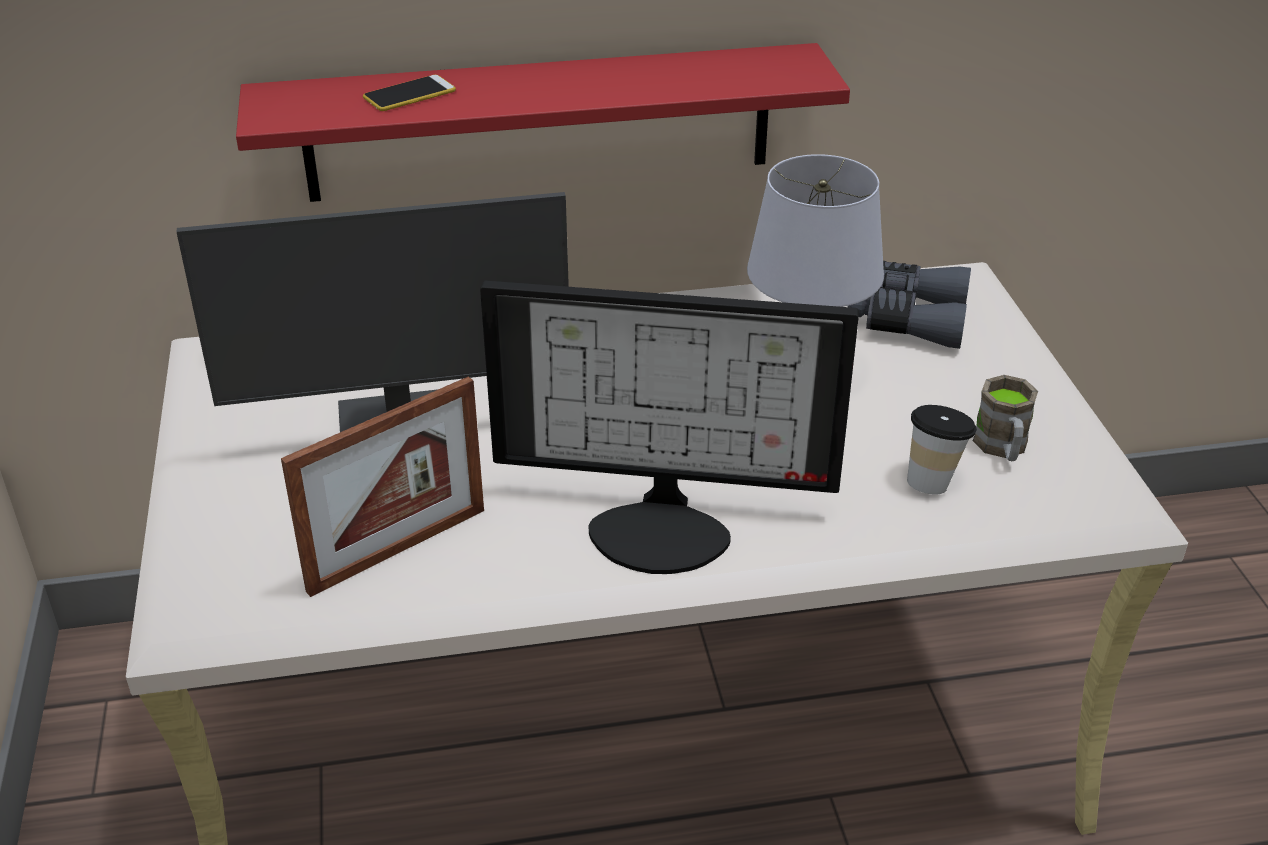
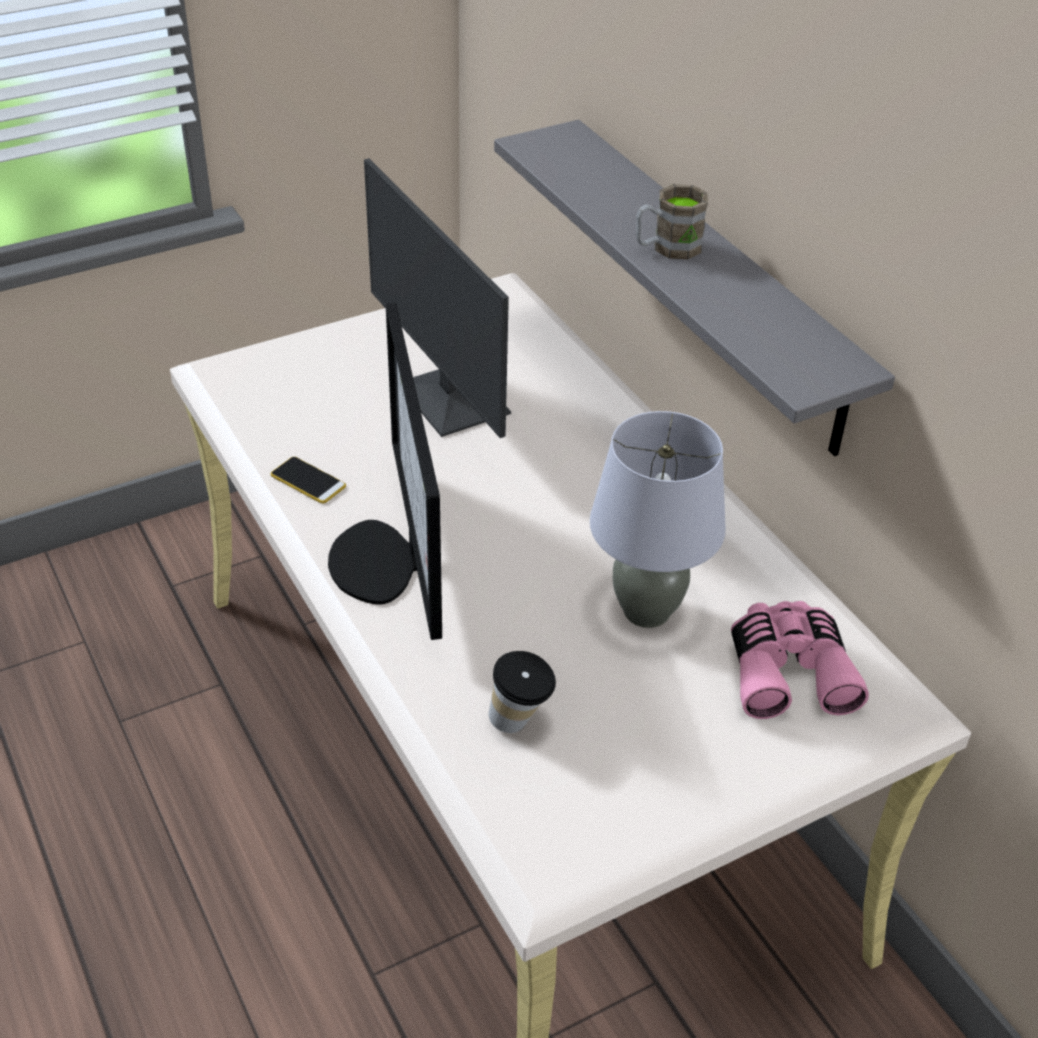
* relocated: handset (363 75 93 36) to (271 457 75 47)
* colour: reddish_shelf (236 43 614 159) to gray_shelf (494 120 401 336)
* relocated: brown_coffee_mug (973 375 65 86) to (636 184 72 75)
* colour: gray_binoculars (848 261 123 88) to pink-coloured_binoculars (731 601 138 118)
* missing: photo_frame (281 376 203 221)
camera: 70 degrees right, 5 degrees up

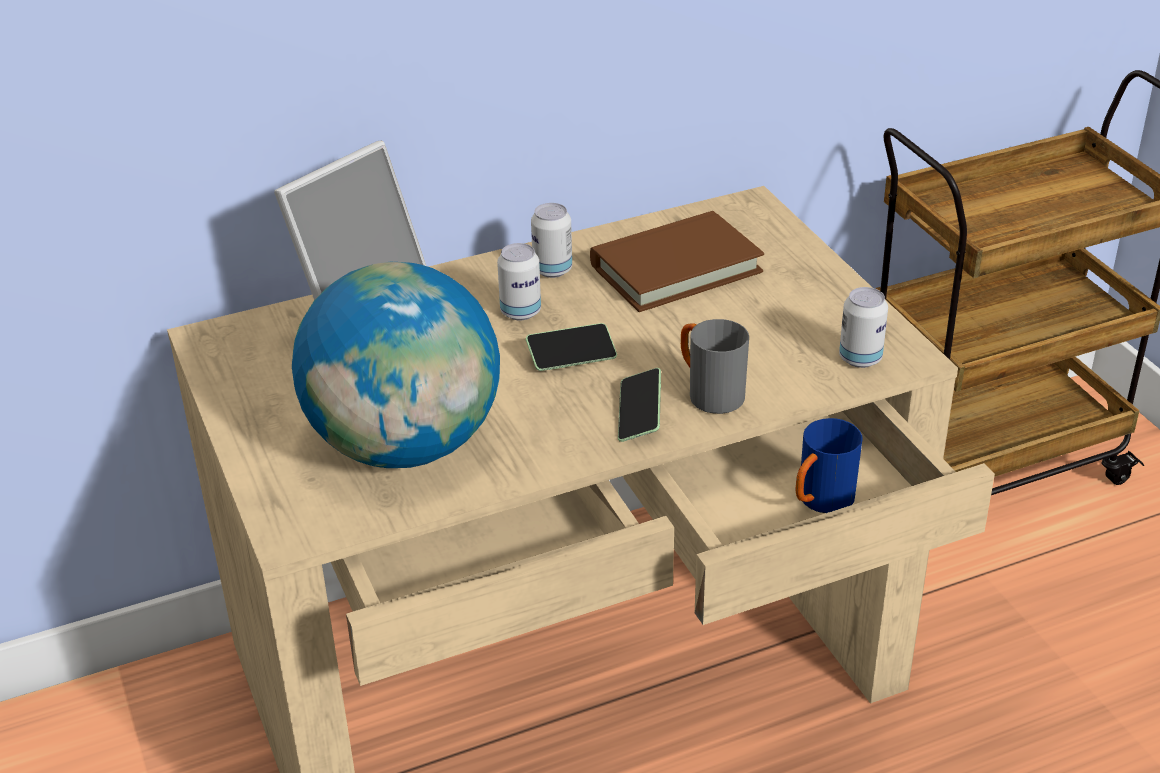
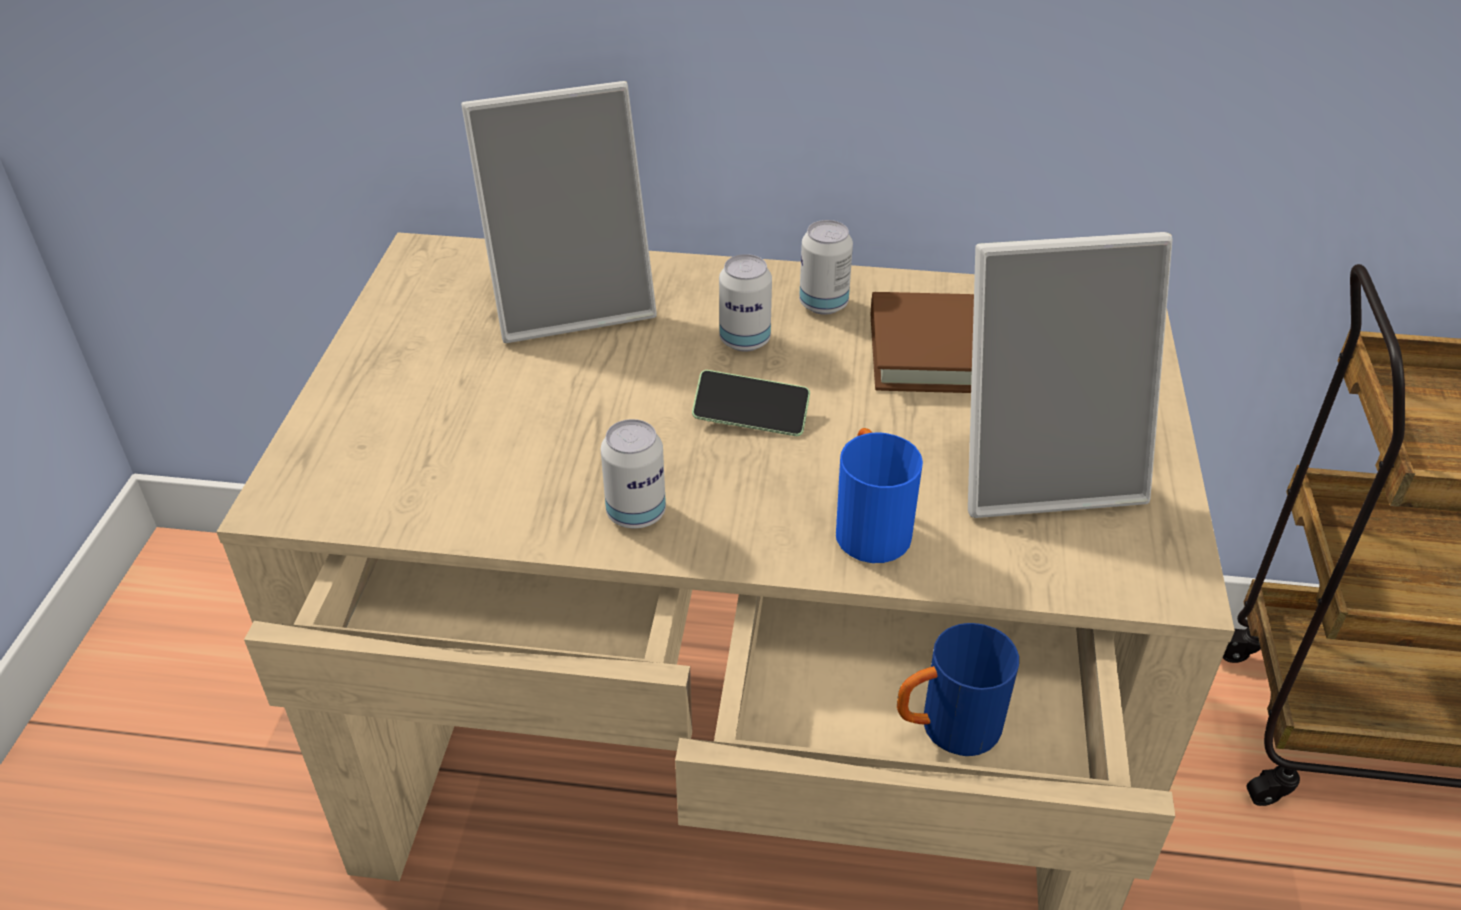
* relocated: sealed_can (839 287 49 81) to (601 419 65 109)
* colour: gray_coffee_mug (681 319 68 95) to blue-coloured_coffee_mug (836 428 87 135)
* appeared: photo_frame (968 232 205 286)
* missing: desk_globe (292 262 208 206)
* missing: handset (618 368 43 74)
camera: 30 degrees right, 5 degrees up

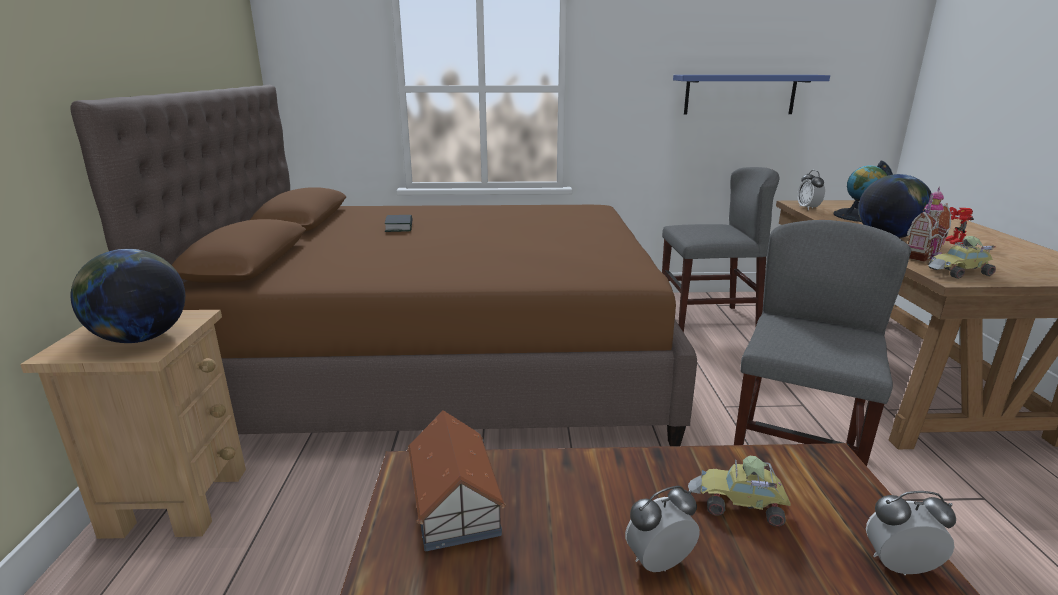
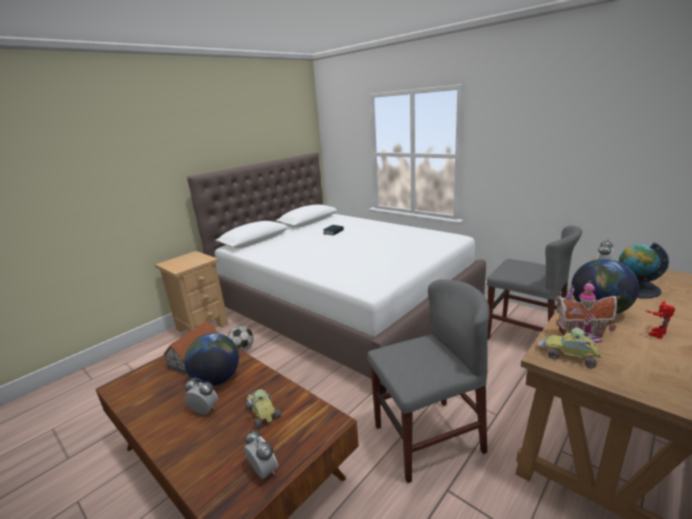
* relocated: desk_globe (70 249 115 94) to (184 333 55 53)
* colour: brown_sleeping_bed (70 85 627 361) to white-coloured_sleeping_bed (187 152 299 243)
* appeared: ball_for_football (228 325 25 26)
* missing: blue-coloured_shelf (673 75 157 40)
camera: 45 degrees right, 0 degrees up

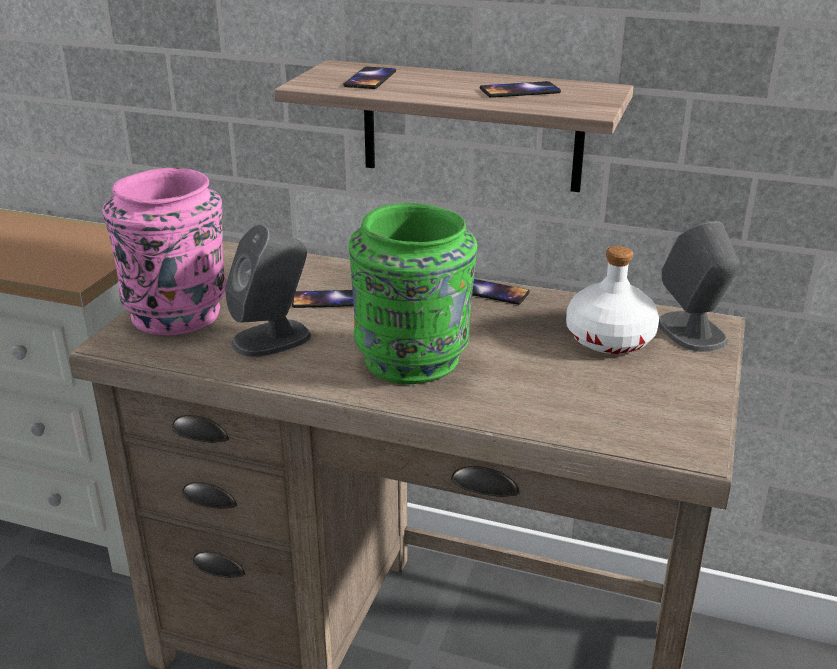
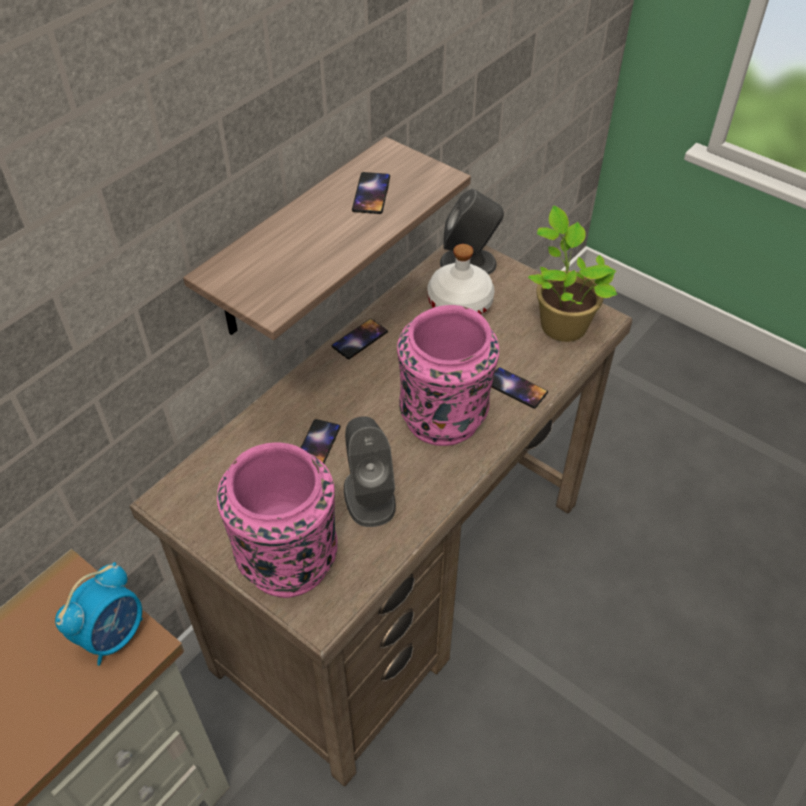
* appeared: table_clock (55 562 88 104)
* colour: green-coloured_flower_vase (349 203 128 181) to pink-coloured_flower_vase (397 305 102 141)
* relocated: handset (343 67 53 22) to (491 367 57 41)
* appeared: plant_in_a_pot (528 206 89 136)
camera: 70 degrees left, 20 degrees up

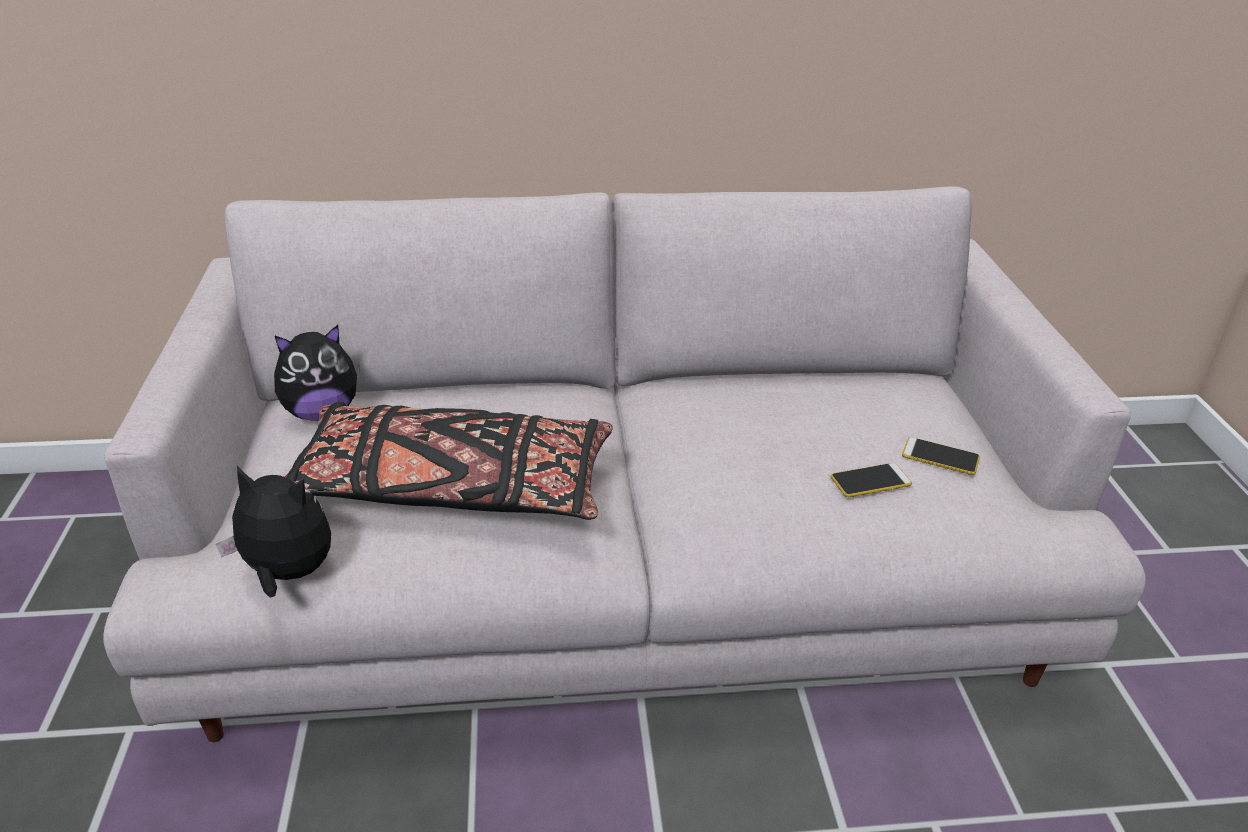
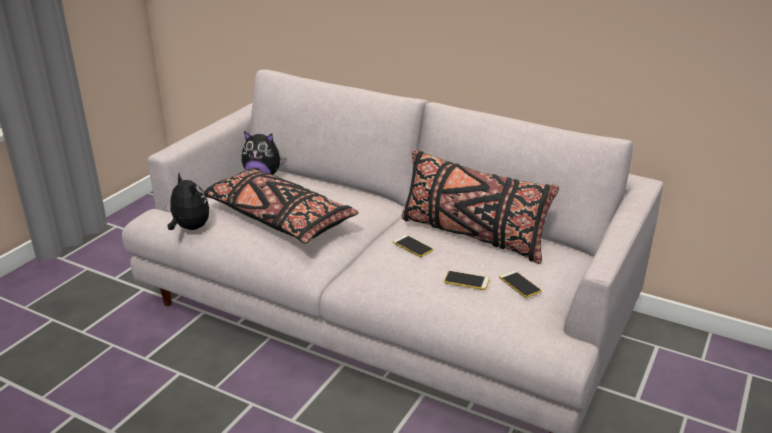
* appeared: handset (393 235 40 22)
* appeared: blackish_pillow (401 149 158 115)
camera: 35 degrees right, 5 degrees down

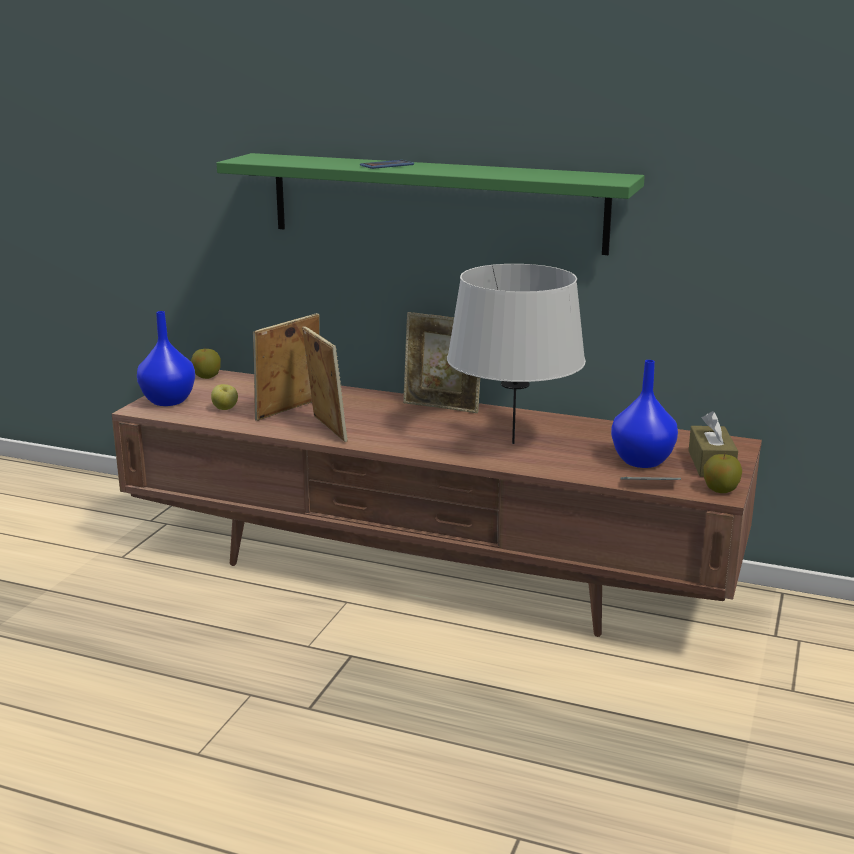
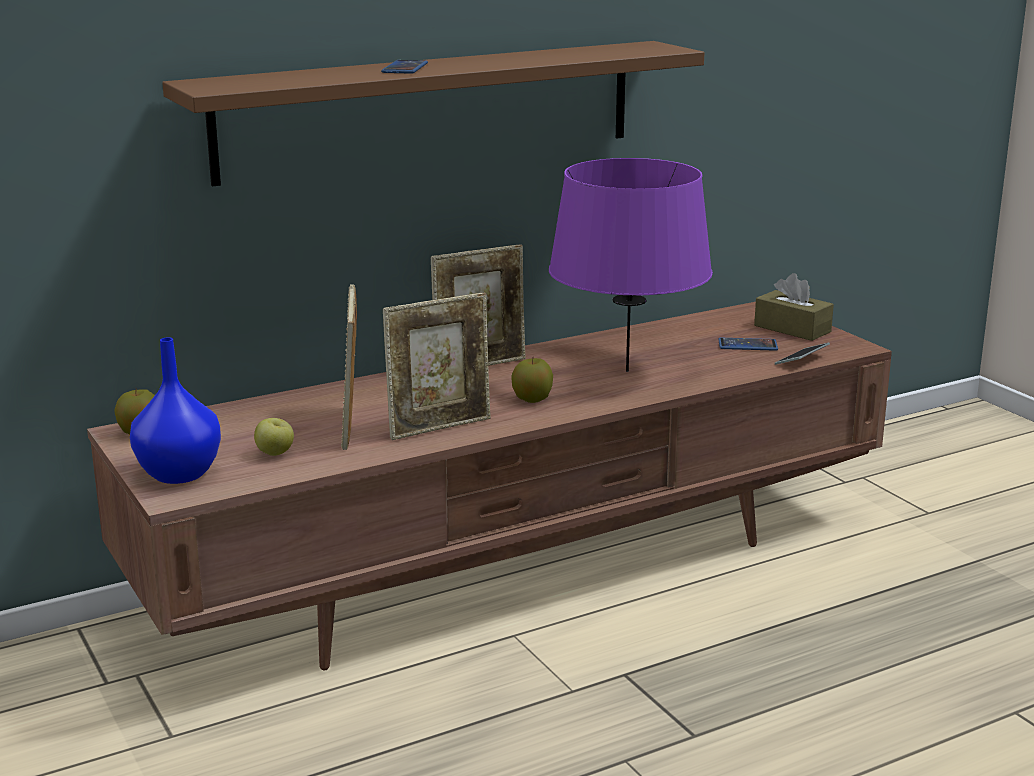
* colour: green-coloured_shelf (216 153 429 102) to brown_shelf (162 41 542 145)
* spun: photo_frame (302 326 46 116) = (383 293 107 147) 135 degrees clockwise
* relocated: whole_apple (703 454 39 39) to (511 357 42 46)
* colour: gray_tabletop_lamp (447 264 139 180) to purple_tabletop_lamp (549 158 164 214)
* exchanged: blue-coloured_flower_vase (611 360 67 108) to handset (718 338 60 13)
camera: 50 degrees left, 0 degrees up

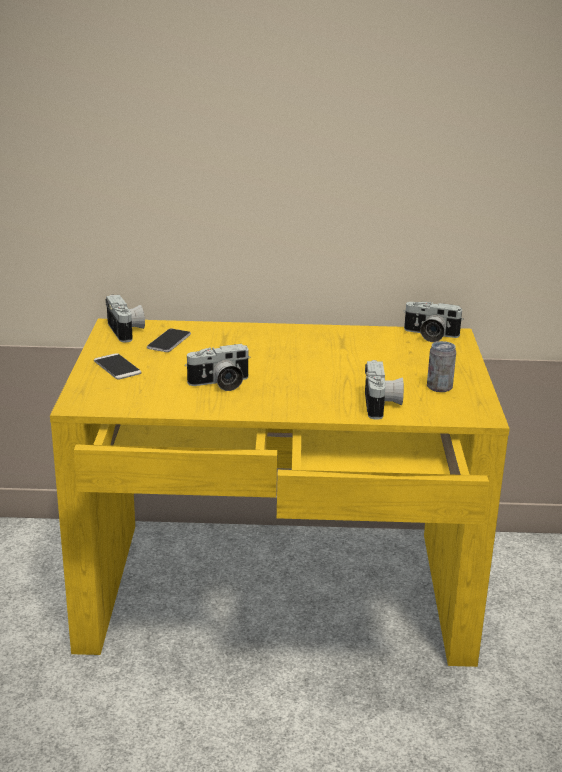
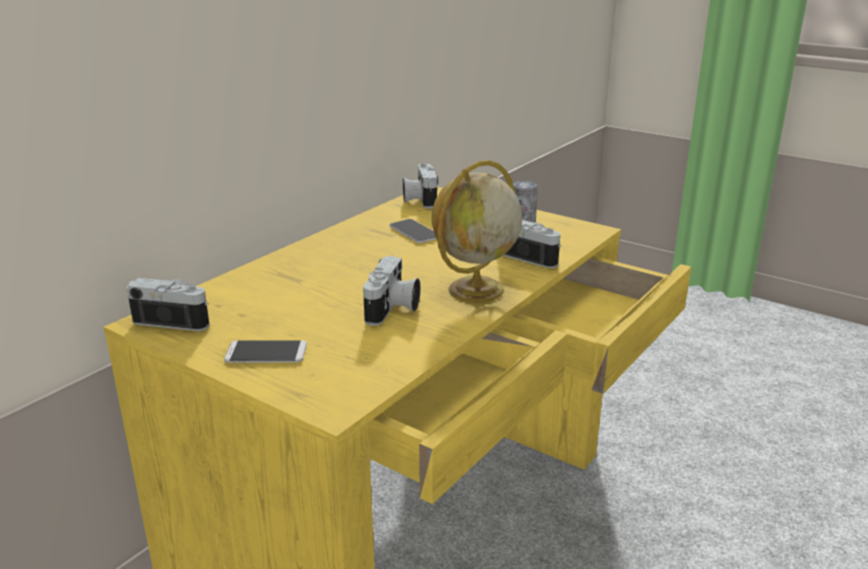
* relocated: handset (147 329 44 23) to (389 219 47 24)
* spun: photo_camera (403 302 61 40) = (403 164 35 44) 120 degrees clockwise
* appeared: desk_globe (432 160 90 142)
camera: 55 degrees left, 0 degrees up

